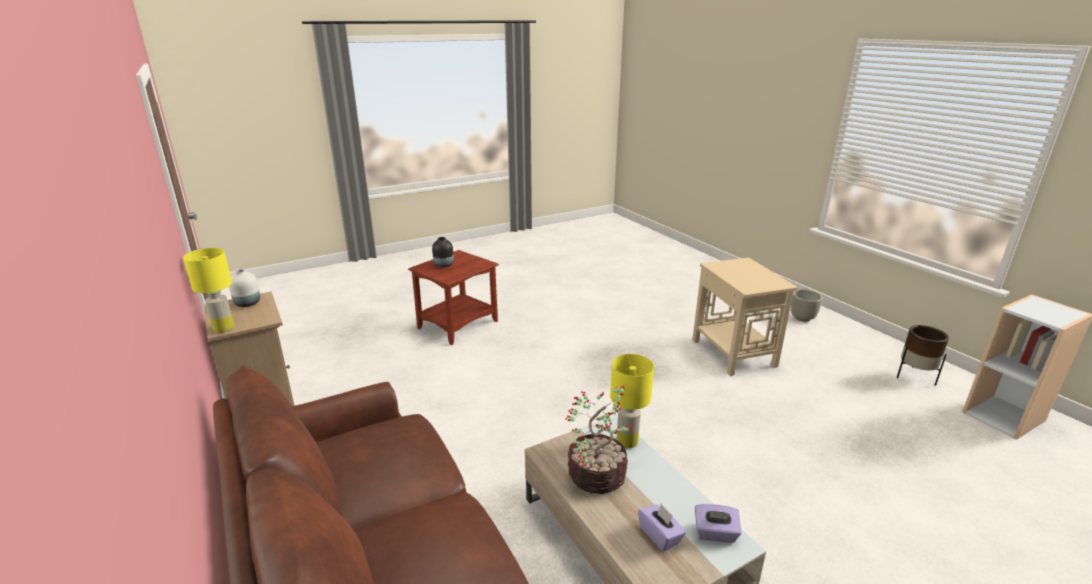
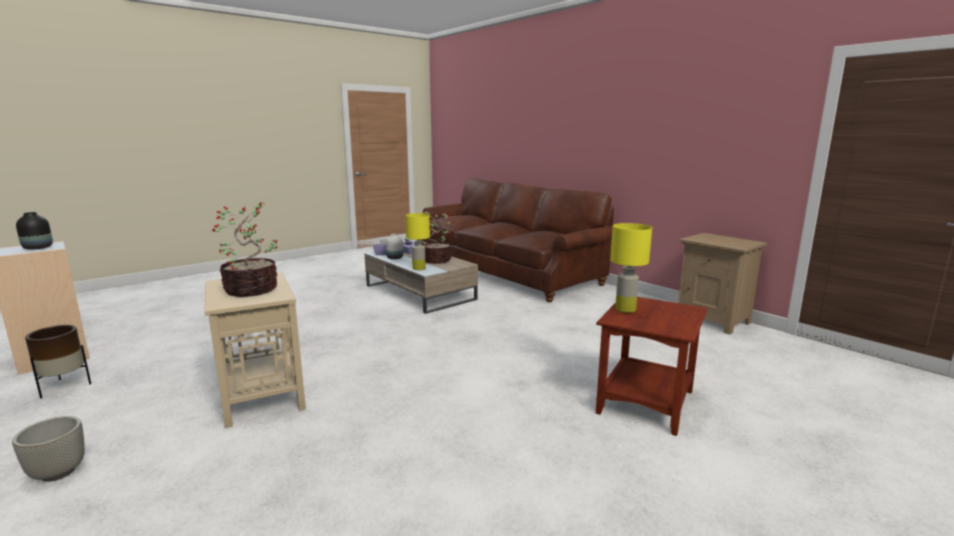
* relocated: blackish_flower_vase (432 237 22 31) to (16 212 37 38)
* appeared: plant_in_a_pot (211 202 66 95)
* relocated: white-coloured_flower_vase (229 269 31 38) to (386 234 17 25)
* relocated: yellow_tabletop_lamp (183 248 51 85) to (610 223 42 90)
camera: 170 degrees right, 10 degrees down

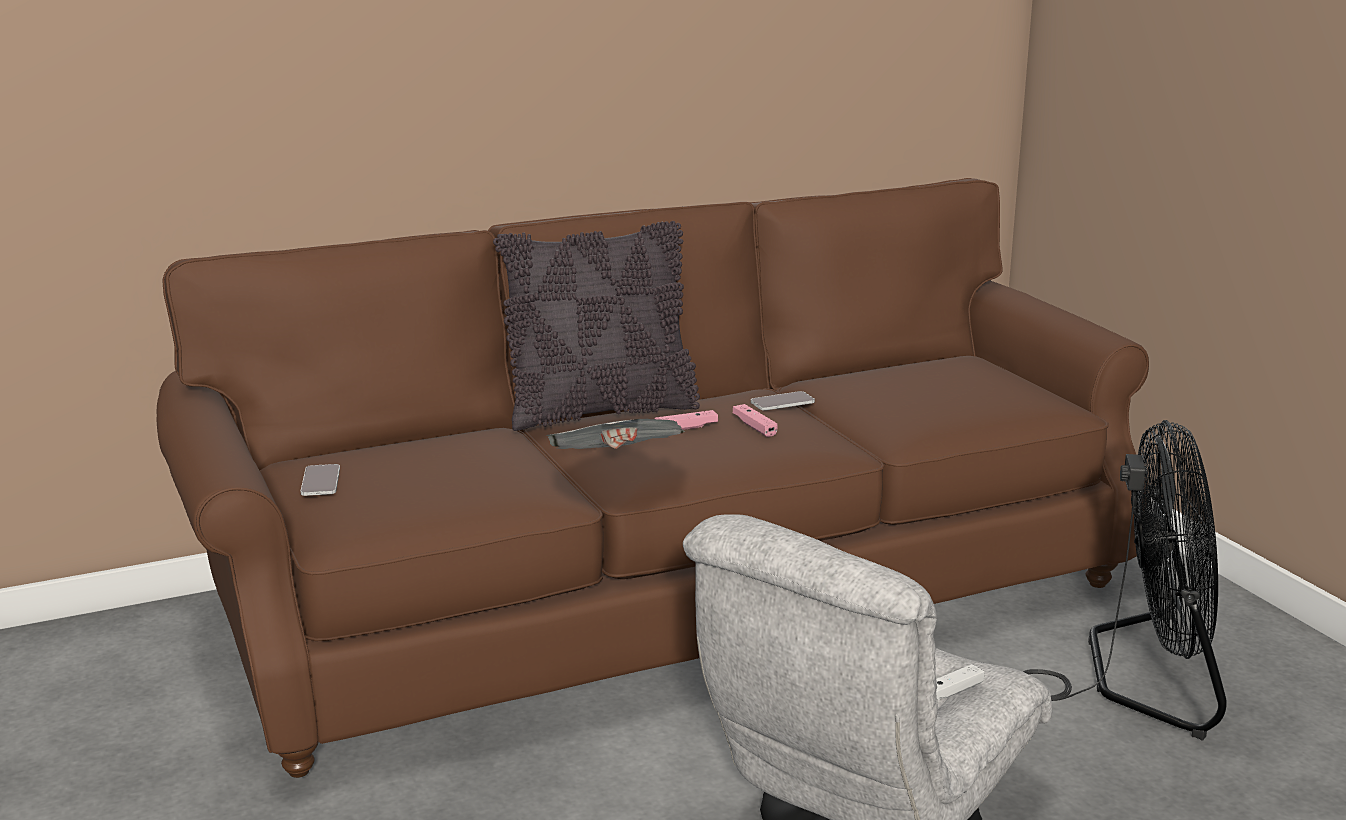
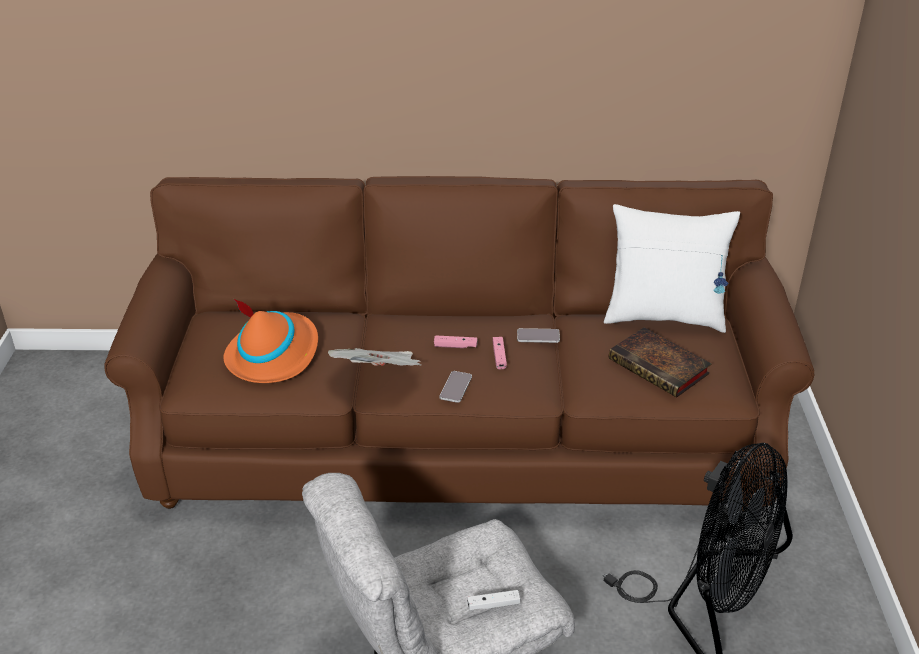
* appeared: orange_wearable_hat (223 299 95 84)
* relocated: handset (301 464 39 32) to (439 371 33 32)
* appeared: white-coloured_pillow (604 204 136 129)
* appeared: bound_book (609 327 103 71)
* missing: blackish_pillow (493 221 207 210)
camera: 25 degrees right, 15 degrees up

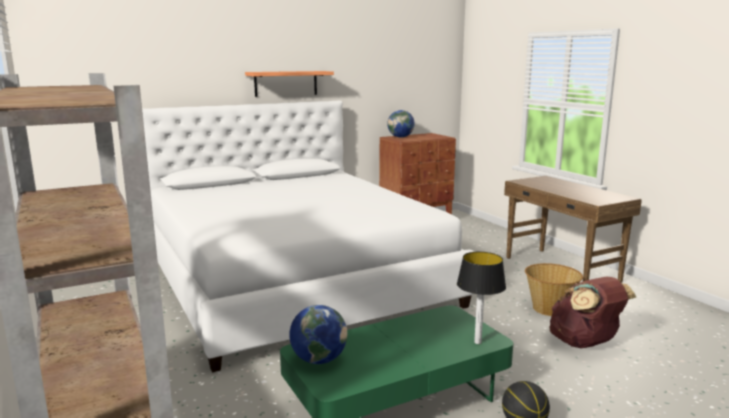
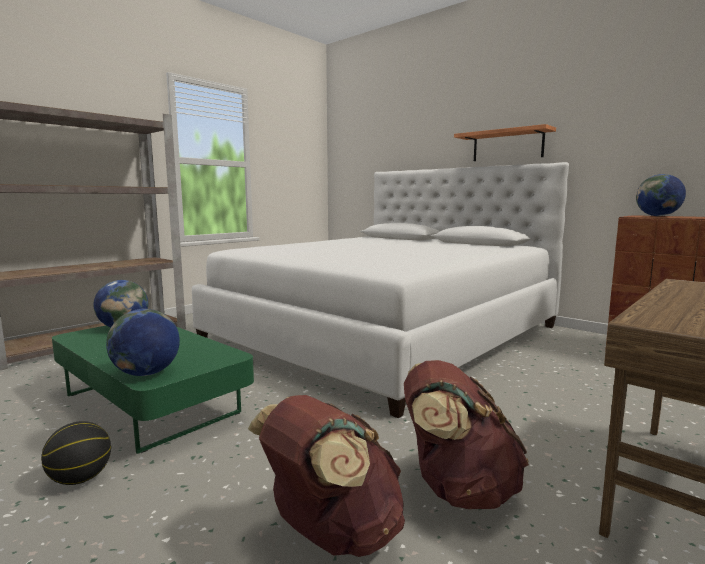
* exchanged: tabletop_lamp (457 252 49 92) to desk_globe (106 309 74 67)
* exchanged: basket (525 263 58 53) to brown_knapsack (404 360 125 149)
camera: 70 degrees right, 5 degrees down

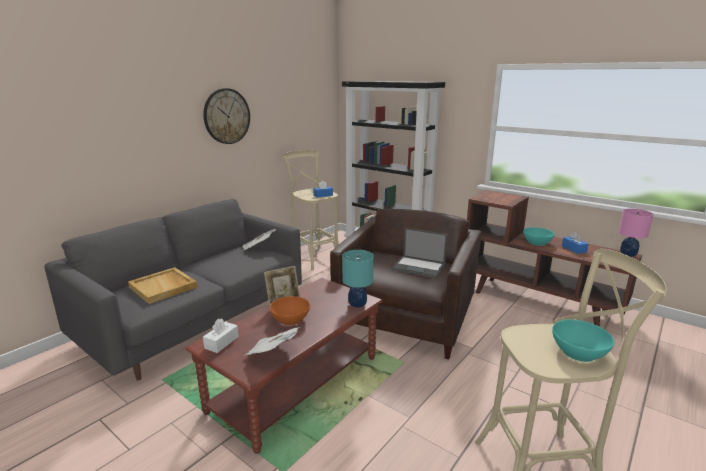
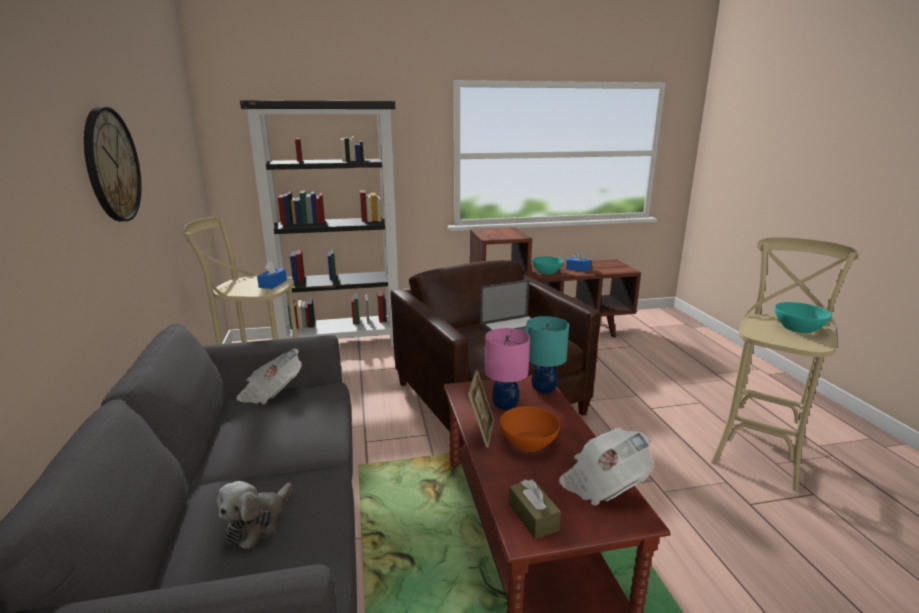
* exchanged: beige-coloured_tray (128 267 69 37) to plush_toy (217 481 75 68)
* relocated: pink-coloured_tabletop_lamp (618 209 36 48) to (485 328 45 82)
* colour: white-coloured_tissue_box (203 318 36 35) to brown_tissue_box (509 479 52 60)
camera: 50 degrees left, 0 degrees up

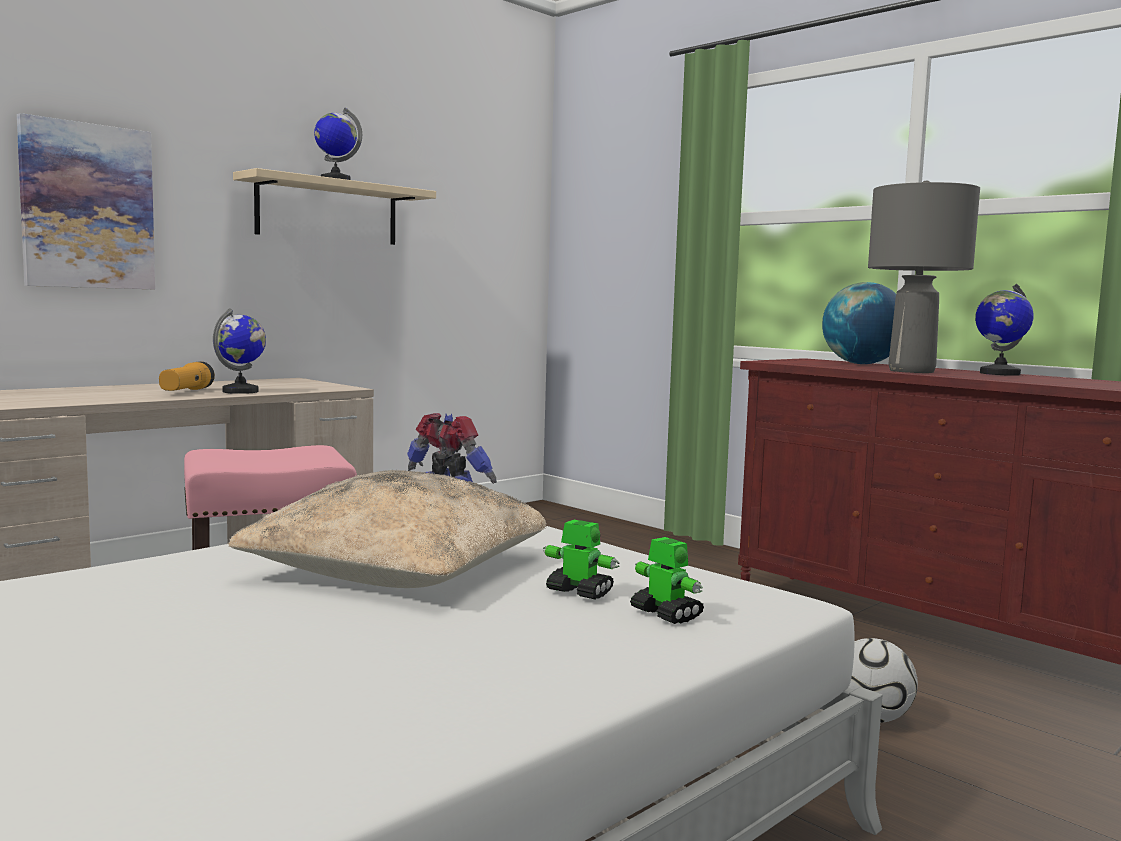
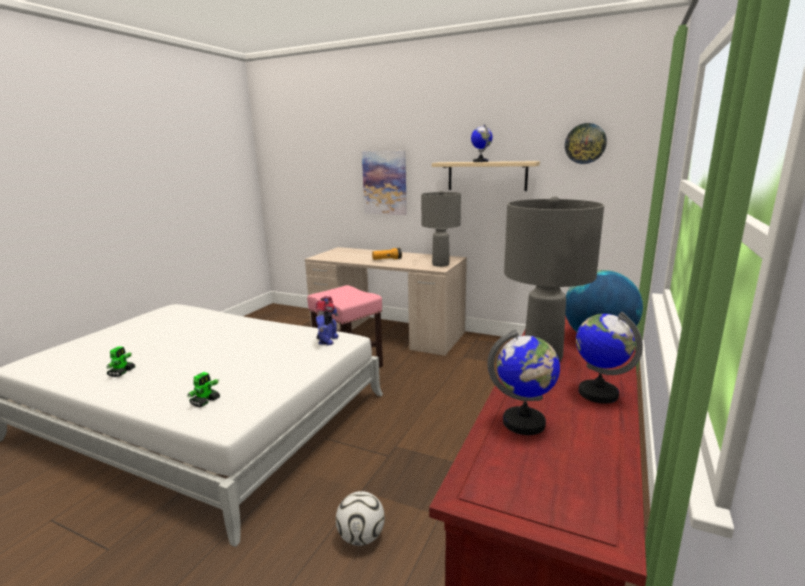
* relocated: robot_figure (543 520 76 80) to (107 346 28 31)
* appeared: gray_tabletop_lamp (421 191 40 76)
* relocated: desk_globe (213 308 53 86) to (487 329 73 106)
* appeared: wall_clock (565 123 42 41)
* missing: beige-coloured_pillow (228 470 319 118)
camera: 70 degrees right, 10 degrees up

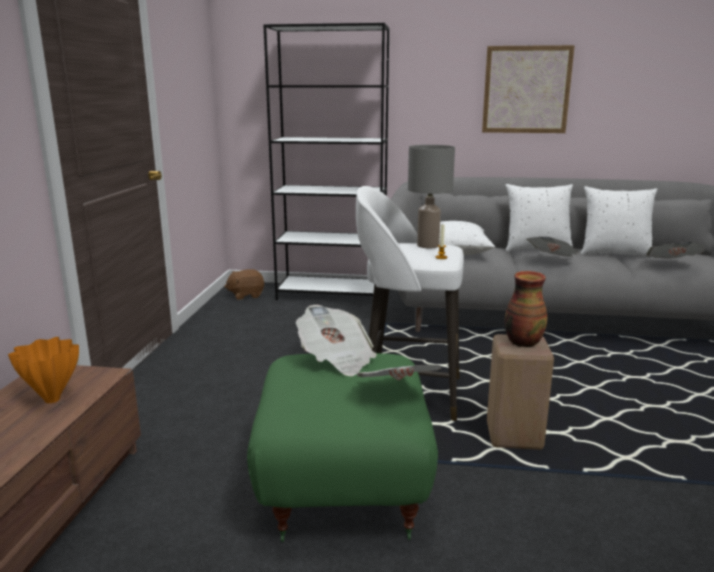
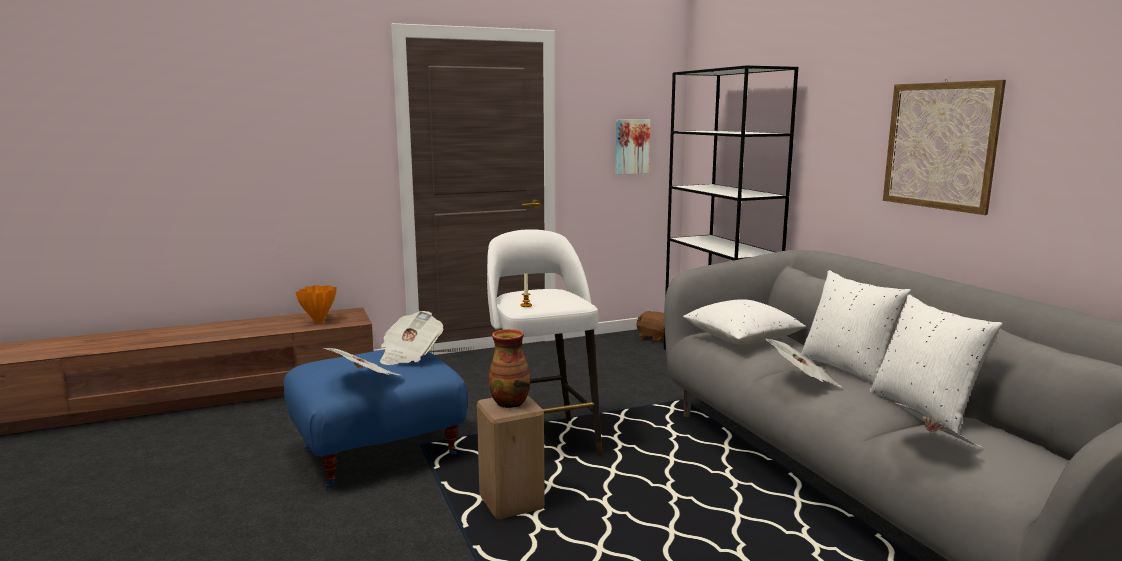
* colour: green-coloured_pouffe (247 353 191 189) to blue-coloured_pouffe (283 350 185 139)
* appeared: picture (615 119 35 56)
* missing: gray_tabletop_lamp (408 145 47 103)
camera: 60 degrees right, 5 degrees down

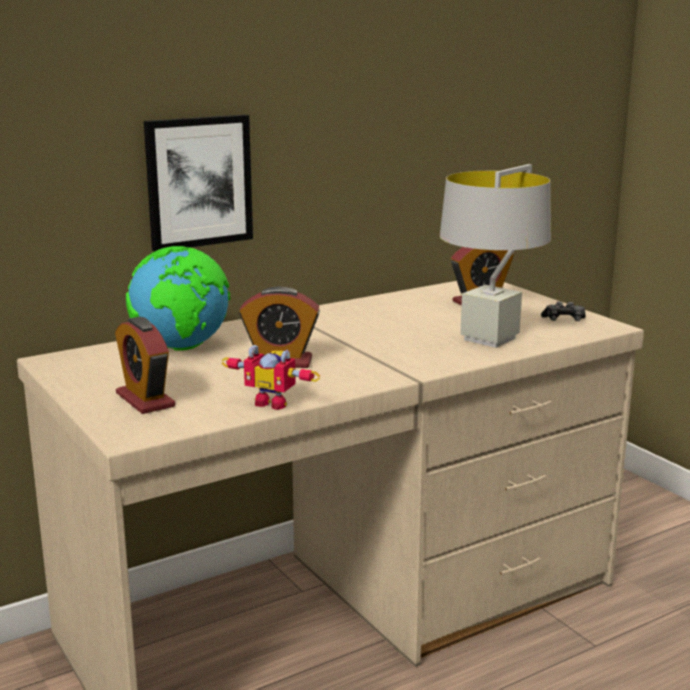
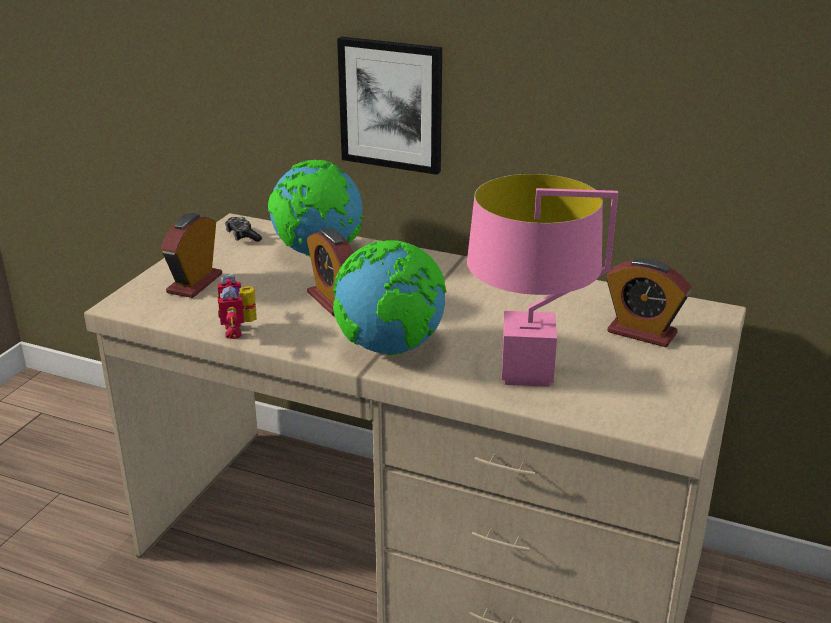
* relocated: gamepad (541 302 45 19) to (225 217 37 25)
* appeared: desk_globe (333 240 114 115)
* colour: gray_tabletop_lamp (440 164 111 184) to pink-coloured_tabletop_lamp (467 174 151 213)
camera: 55 degrees right, 10 degrees up

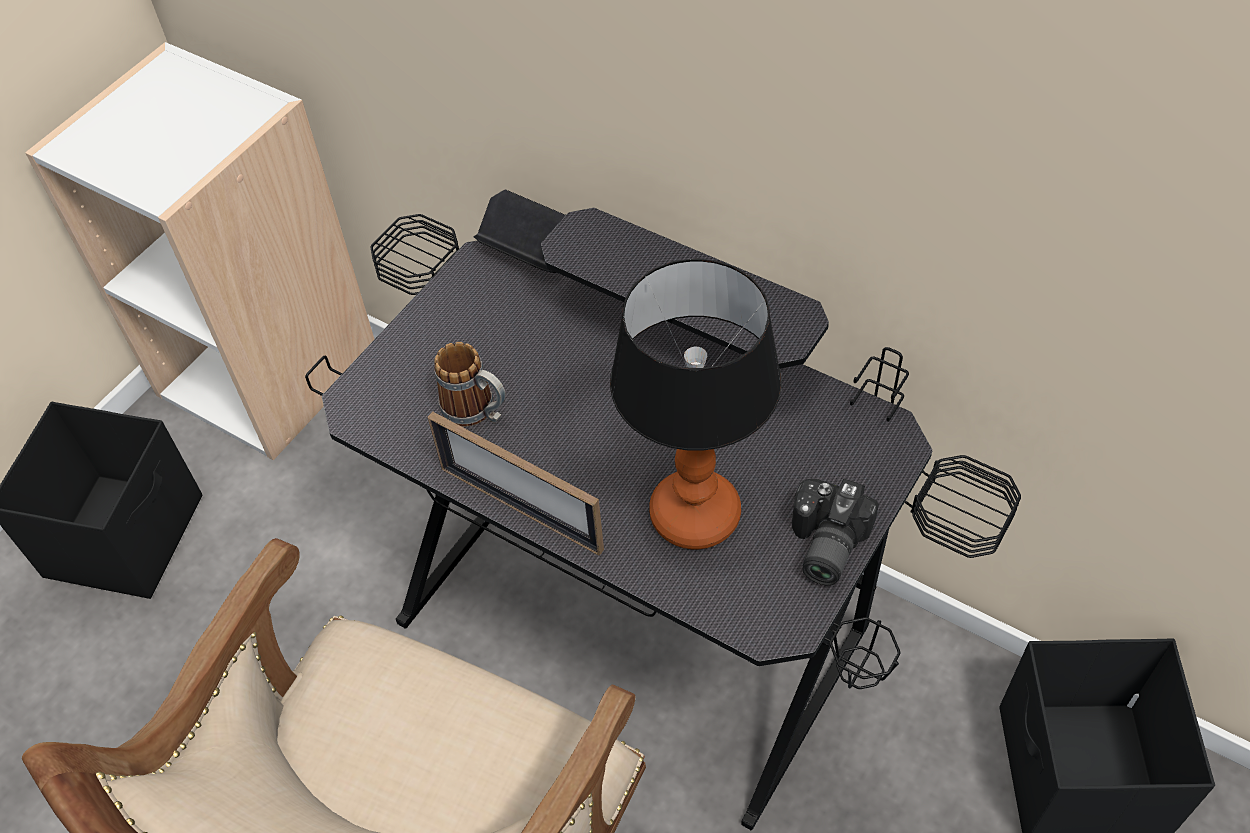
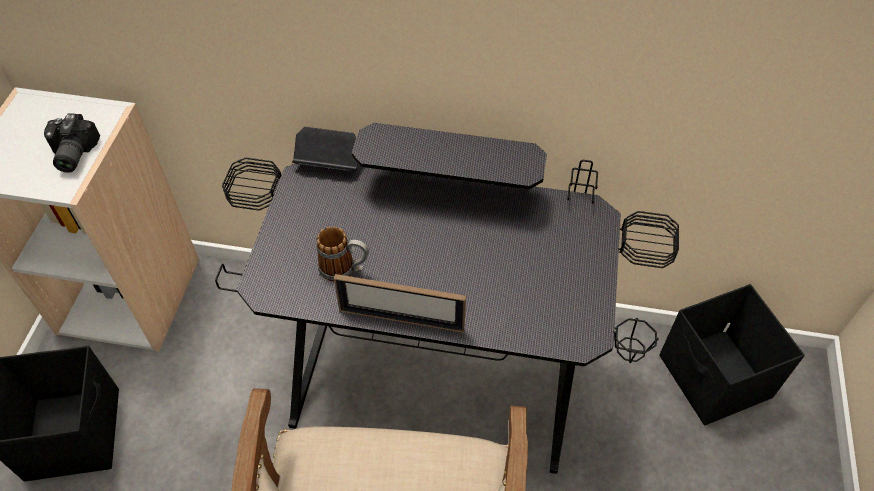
* relocated: photo_camera (792 478 87 108) to (44 113 56 60)
* missing: tabletop_lamp (610 258 172 291)
camera: 25 degrees left, 0 degrees up

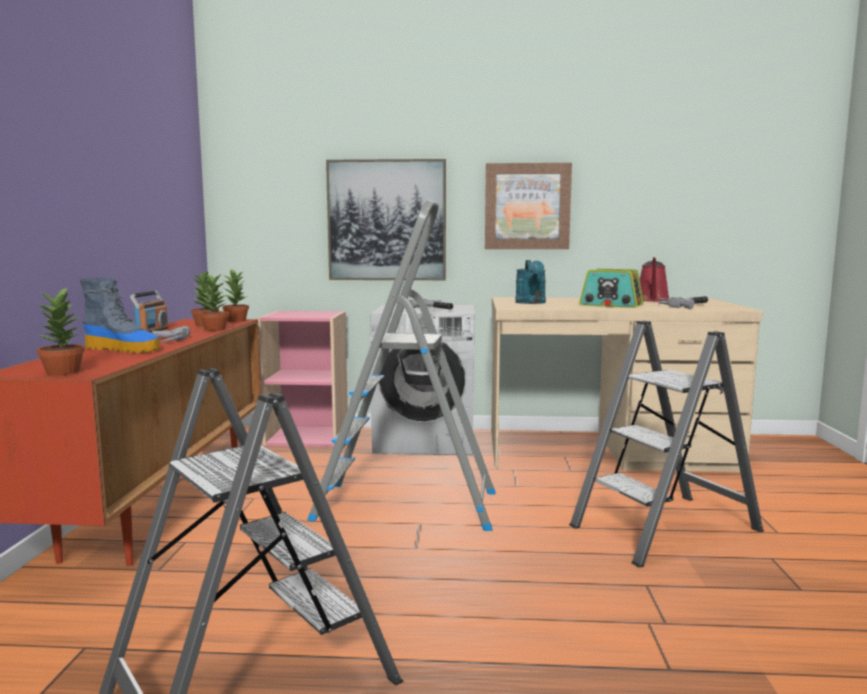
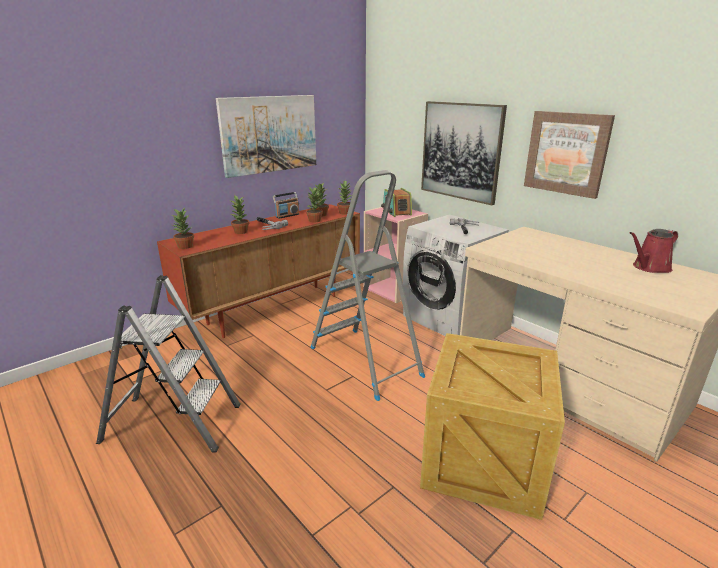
* appeared: picture (216 95 100 83)
* exchanged: high-top_boot (79 278 81 75) to plant_in_a_pot (231 196 18 38)
* relocated: radio_set (579 269 65 39) to (381 188 31 29)
* exchanged: gray_step_ladder (569 321 195 247) to shipping_crate (420 333 145 187)
* missing: turquoise_sprinkling_can (515 260 31 44)
* missing: hammer (658 296 50 12)
camera: 45 degrees right, 15 degrees up

